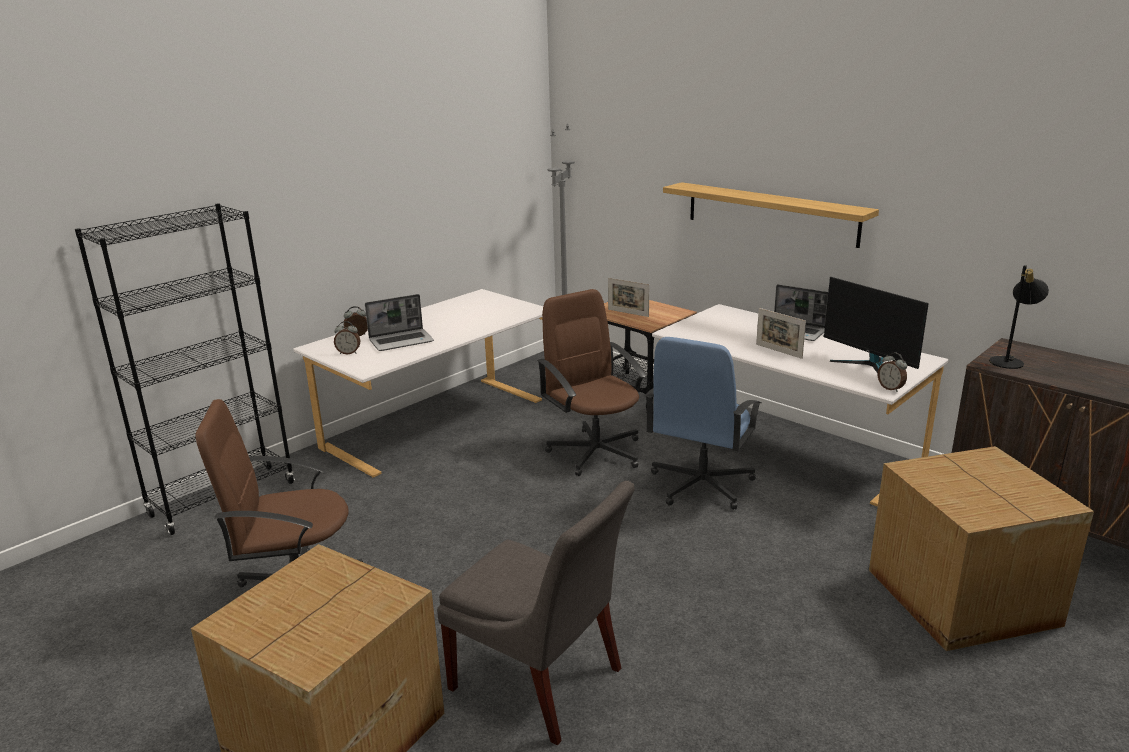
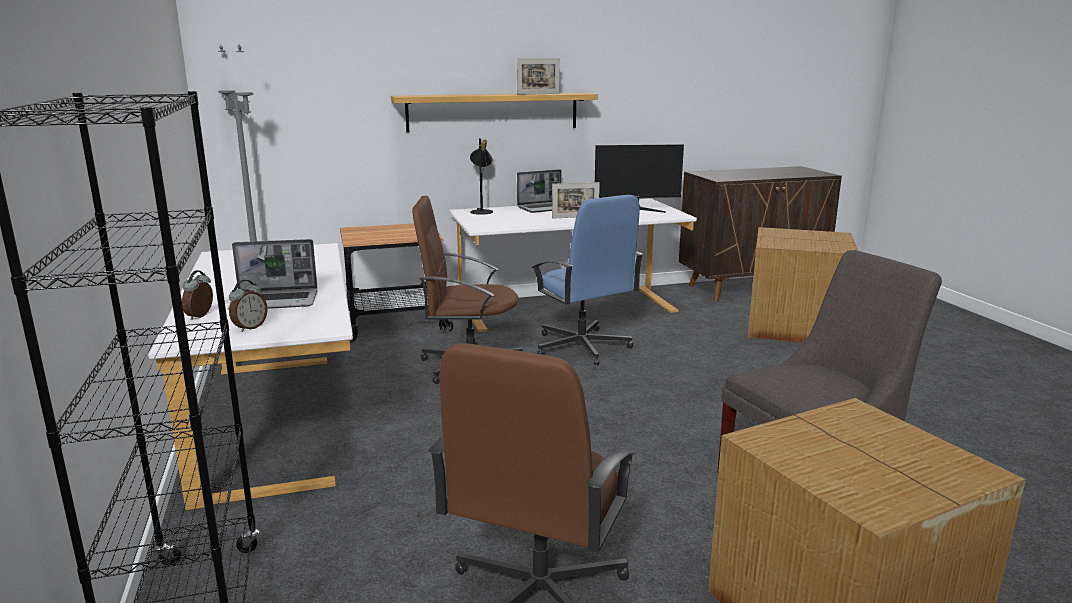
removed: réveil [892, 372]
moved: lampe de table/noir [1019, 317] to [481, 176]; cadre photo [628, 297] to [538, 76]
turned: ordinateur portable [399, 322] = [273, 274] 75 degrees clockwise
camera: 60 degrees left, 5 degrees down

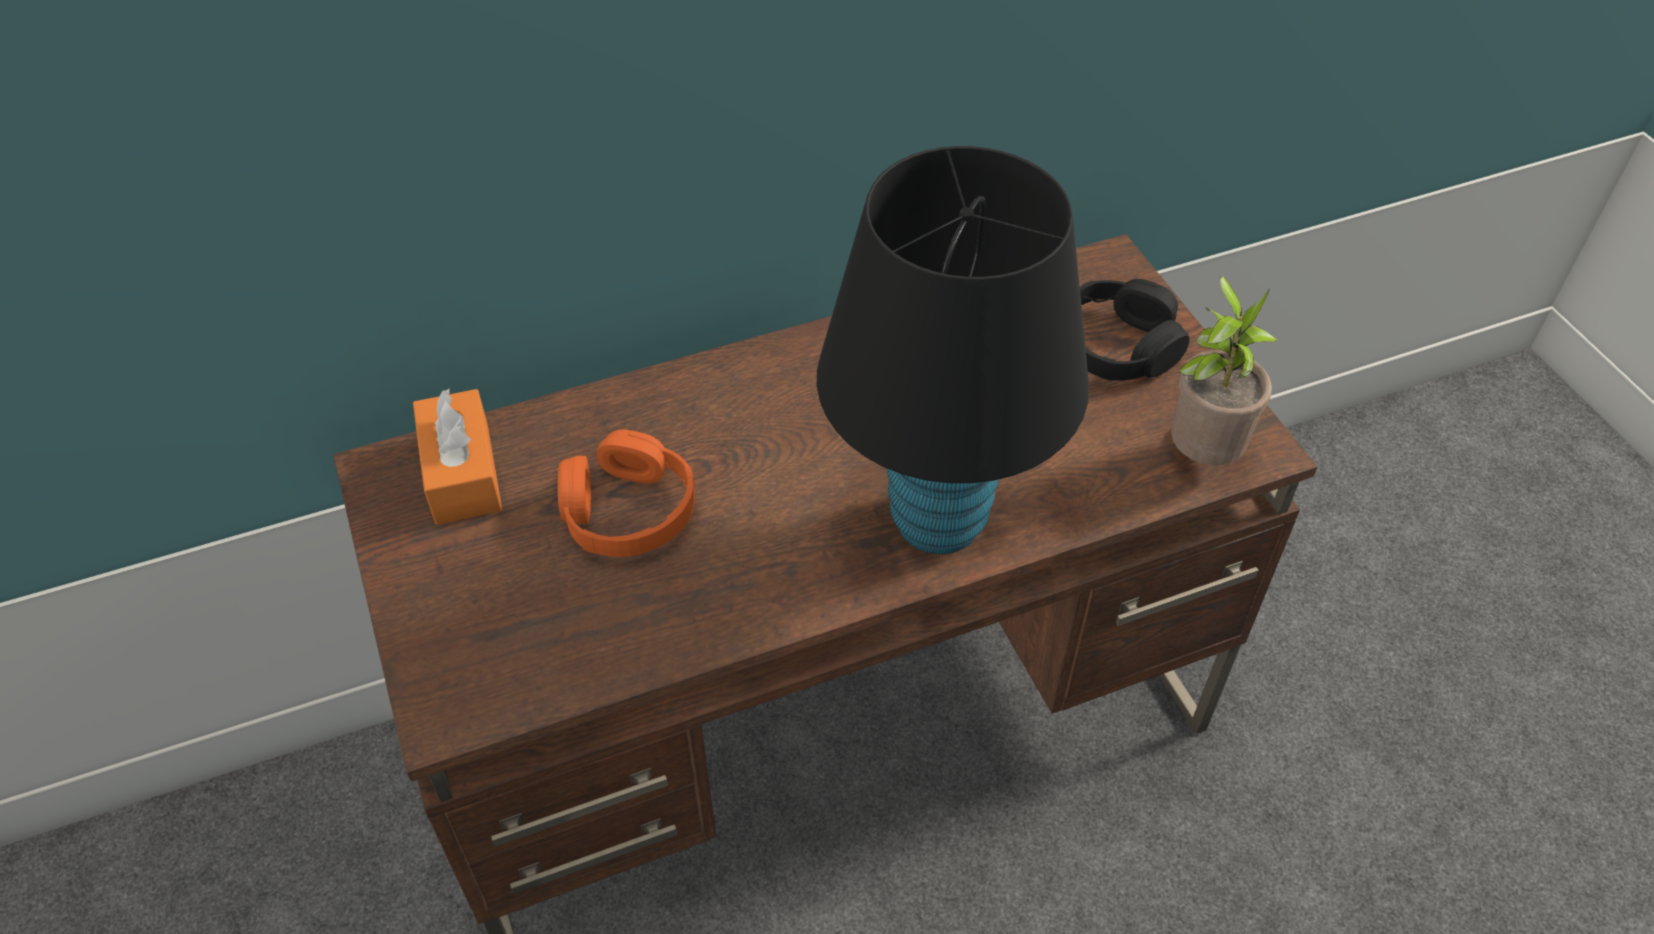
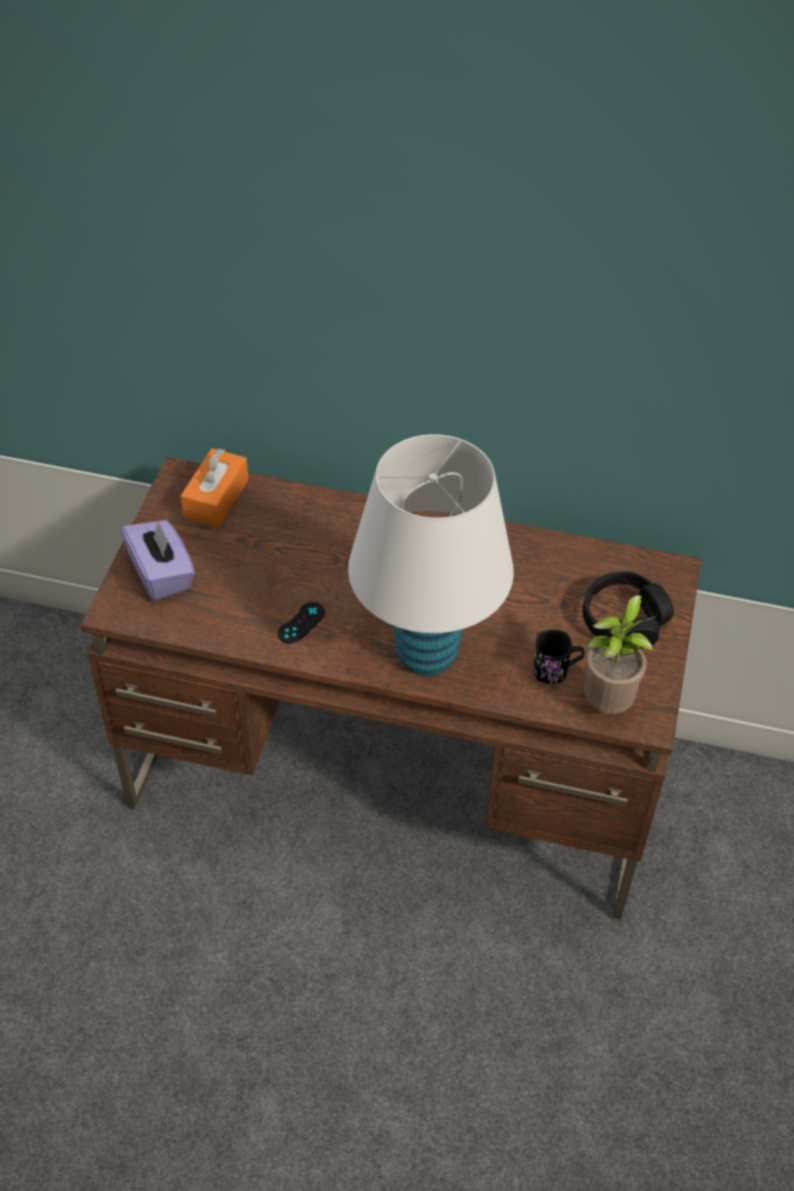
removed: casque audio/orange [626, 493]
added: boîte à mouchoirs/violet [158, 559]; manette/noir [301, 623]; mug/noir [558, 657]
recoloured: lampe de table/noir [953, 350] to lampe de table/blanc [431, 555]
camera: 35 degrees right, 0 degrees up

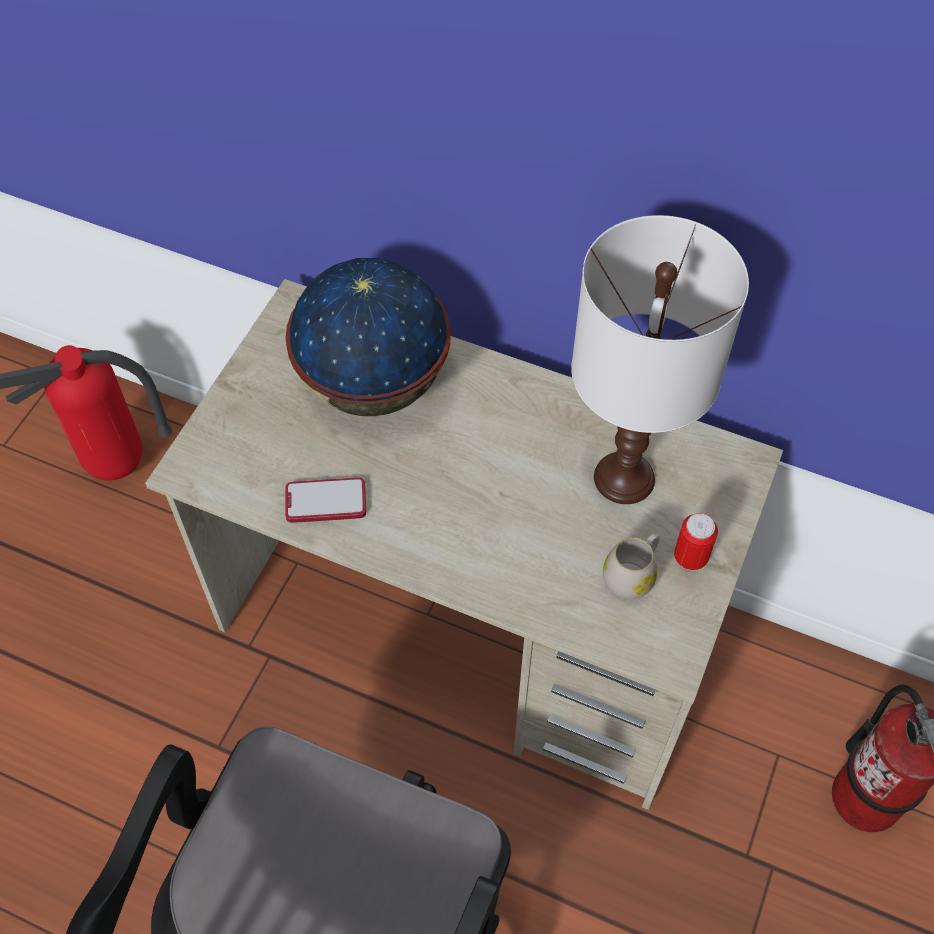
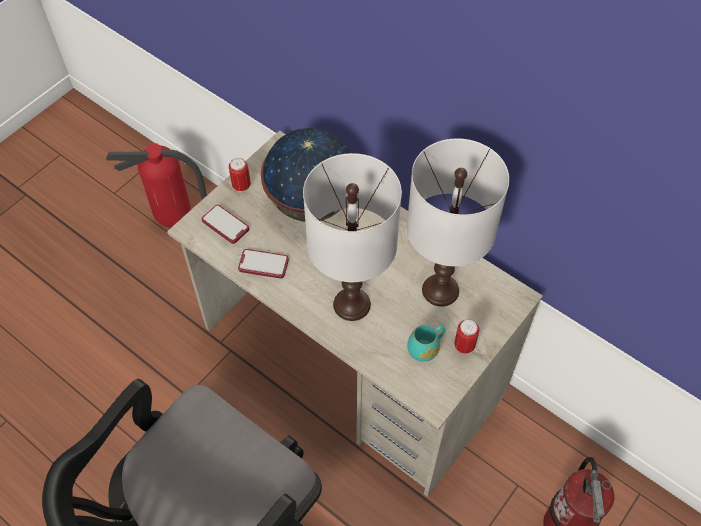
added: lampe de table/blanc [352, 237]; boîte métallique [240, 175]; téléphone [225, 224]
recoloured: mug/blanc [631, 566] to mug/turquoise [426, 343]
camera: 15 degrees right, 0 degrees up

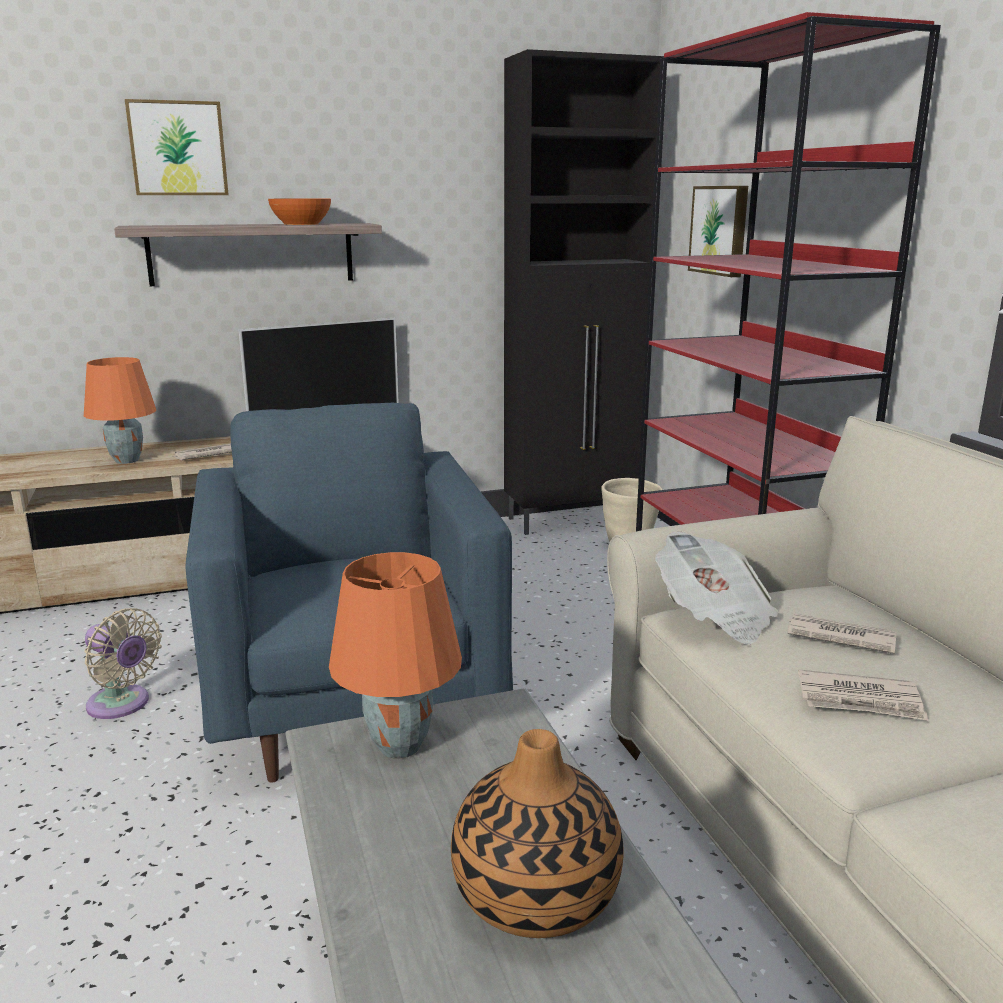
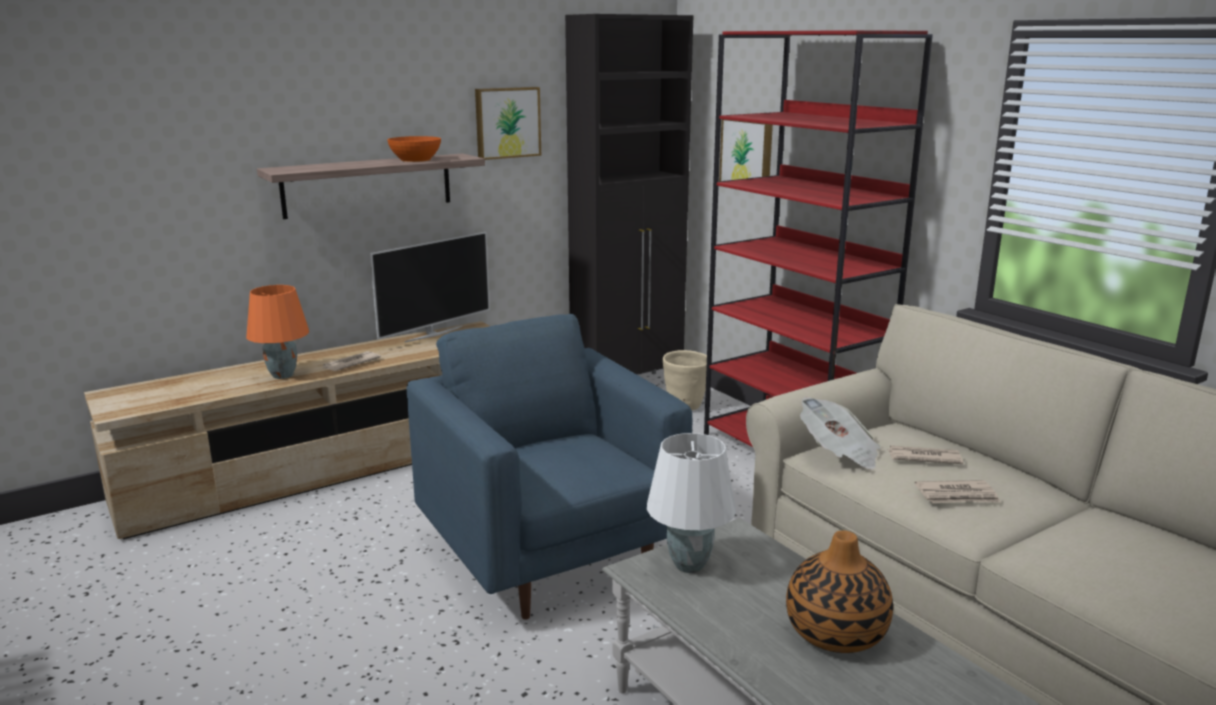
removed: ventilateur/beige [123, 663]
moved: tableau [177, 147] to [508, 123]
recoloured: lampe de table/orange [395, 655] to lampe de table/blanc [691, 503]
camera: 15 degrees left, 0 degrees up

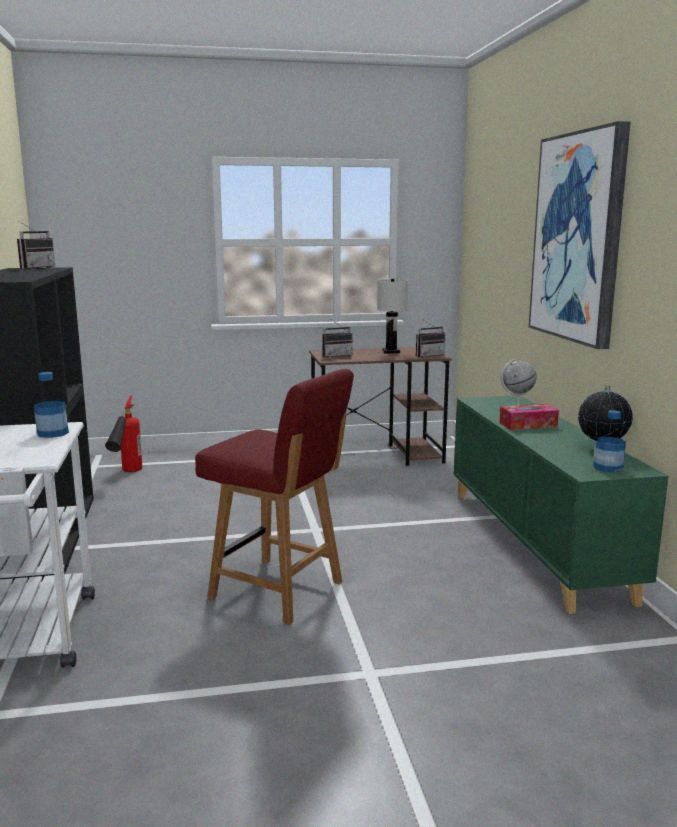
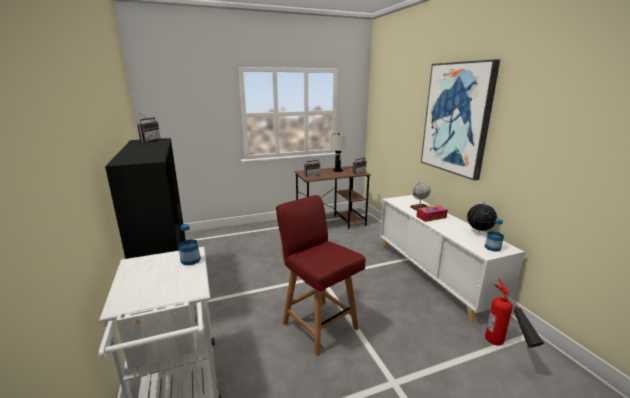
moved: extincteur [123, 433] to [514, 313]
recoloured: meuble de rangement/vert [561, 504] to meuble de rangement/blanc [452, 259]
turned: chaise/rouge [274, 497] = [321, 275] 150 degrees counterclockwise
camera: 10 degrees left, 5 degrees up

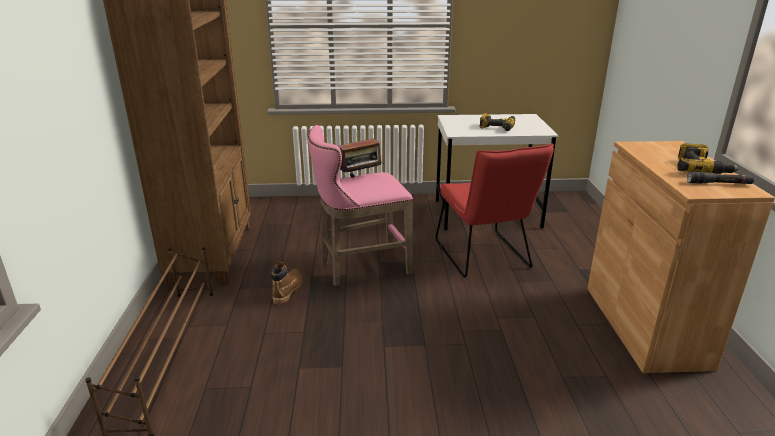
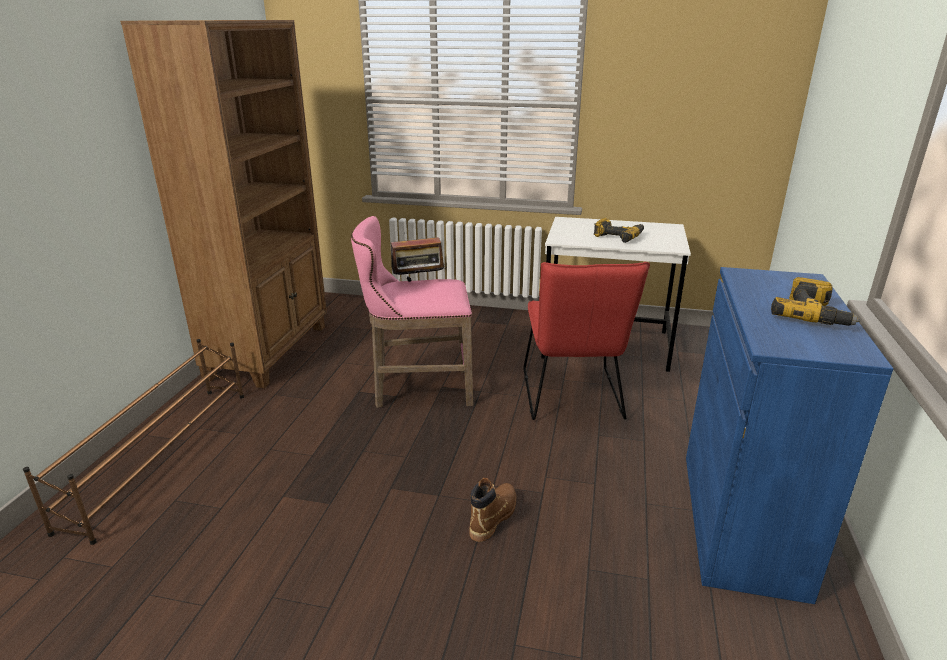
removed: lampe de poche/noir [720, 177]
moved: botte/marron [286, 283] to [492, 510]
recoloured: meuble de rangement/marron [681, 257] to meuble de rangement/bleu [790, 435]
camera: 15 degrees right, 0 degrees up

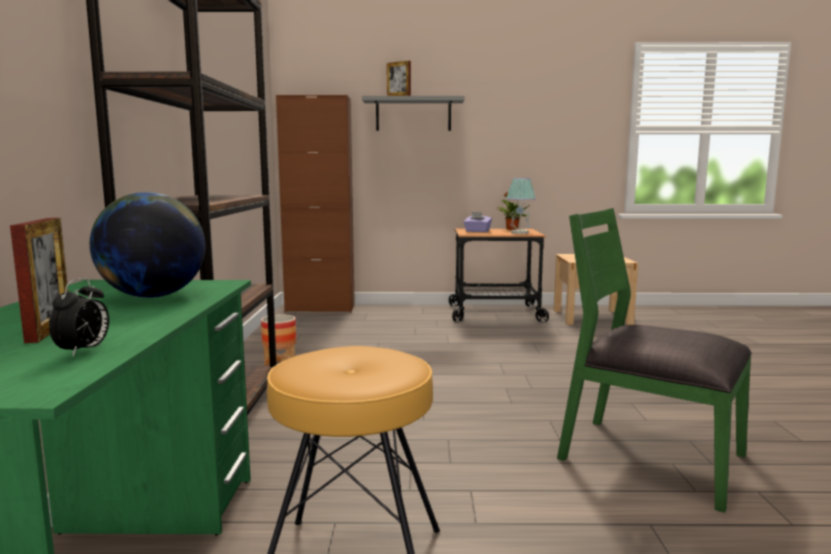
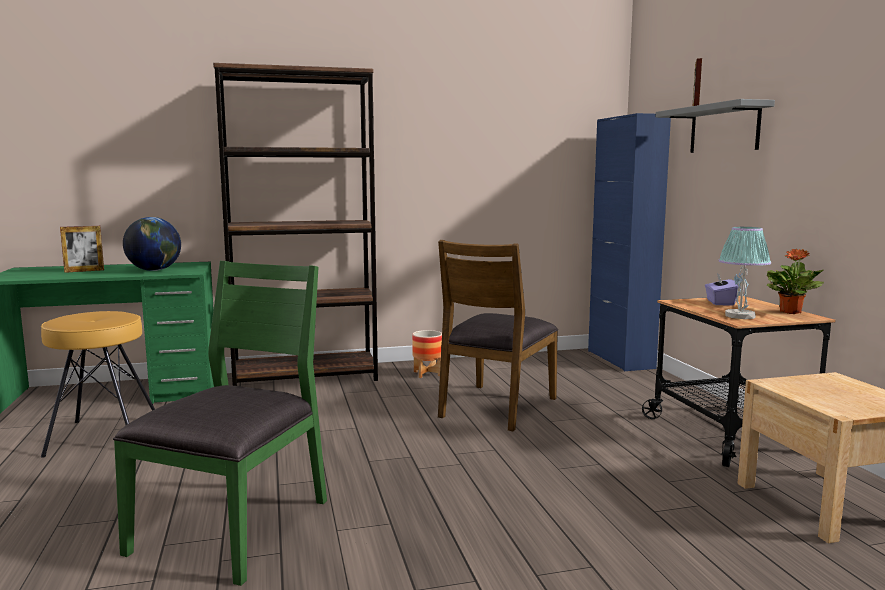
removed: réveil [79, 317]
added: chaise/marron [498, 335]
recoloured: meuble de rangement/marron [315, 203] to meuble de rangement/bleu [629, 242]
camera: 75 degrees right, 0 degrees up

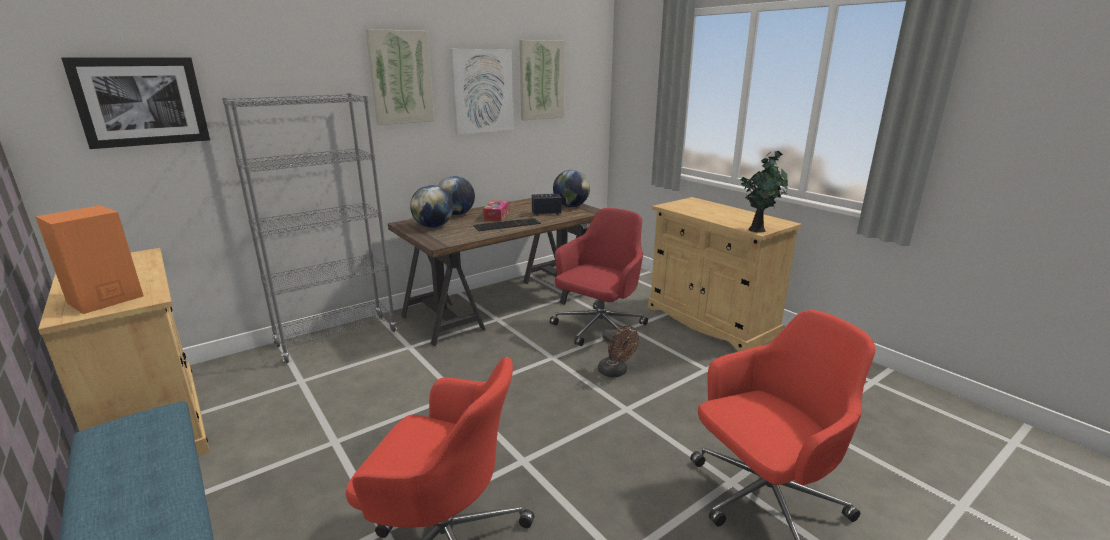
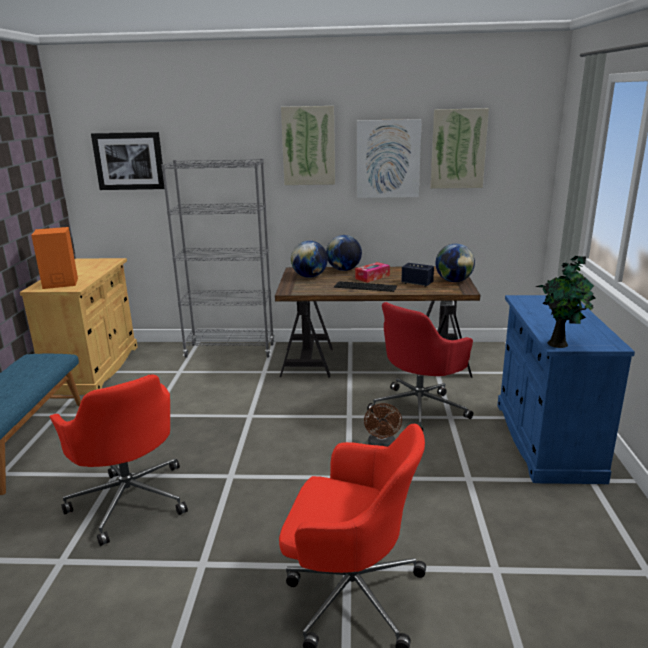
recoloured: meuble de rangement/beige [725, 274] to meuble de rangement/bleu [566, 389]
turned: chaise de bureau/rouge [598, 277] = [420, 366] 150 degrees clockwise
camera: 40 degrees right, 0 degrees up

